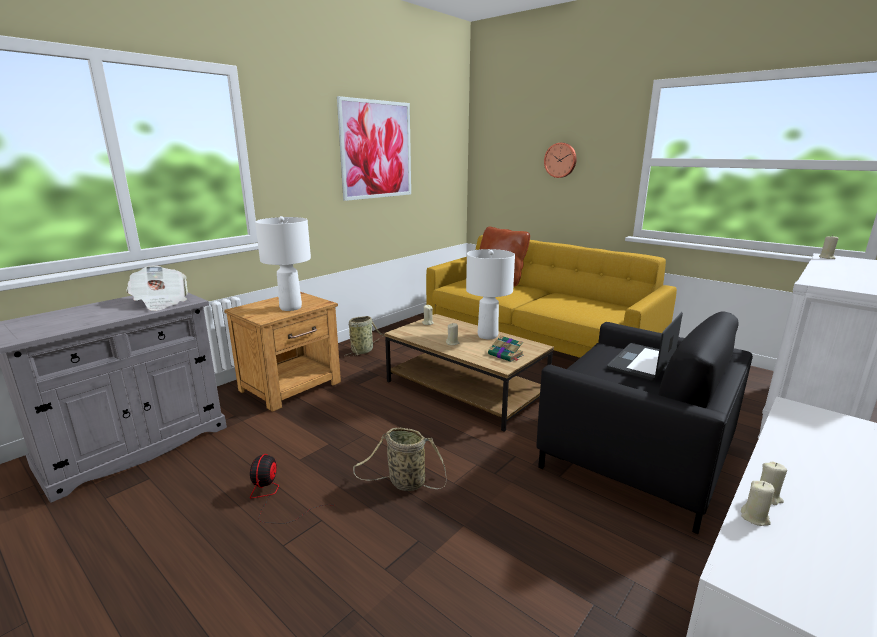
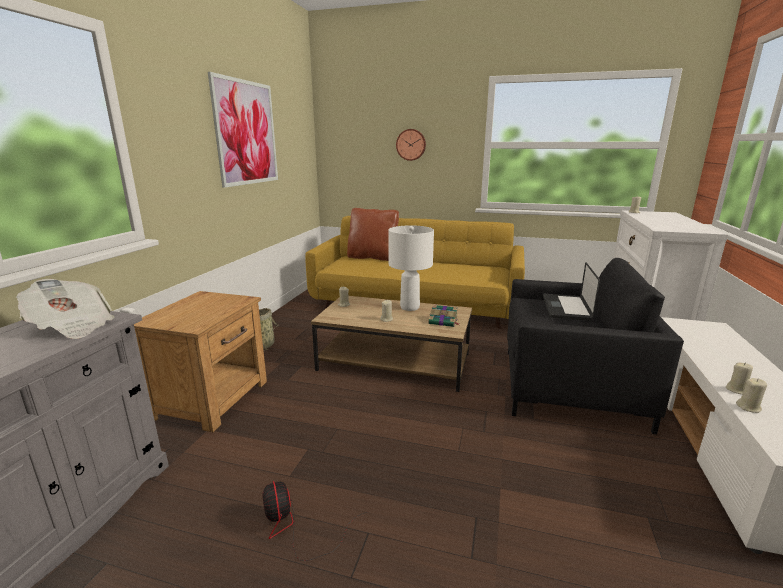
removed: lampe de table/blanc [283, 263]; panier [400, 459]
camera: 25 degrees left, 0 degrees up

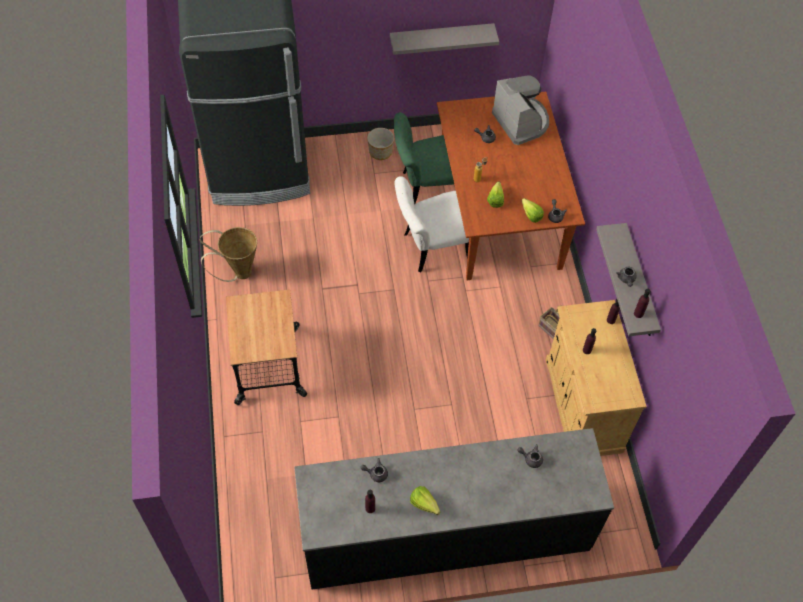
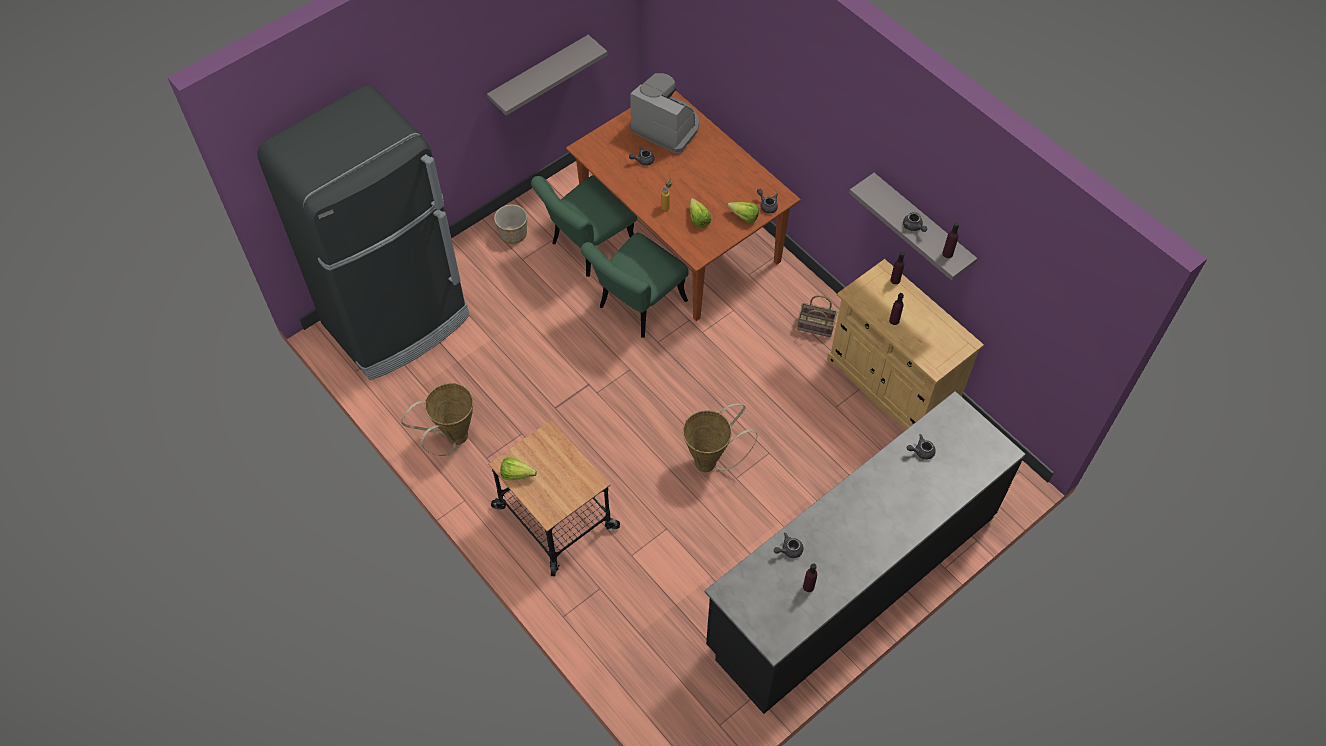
added: panier [720, 437]
moved: laitue [425, 500] to [518, 468]
recoloured: chaise/blanc [431, 224] to chaise/vert [635, 285]
camera: 30 degrees left, 0 degrees up

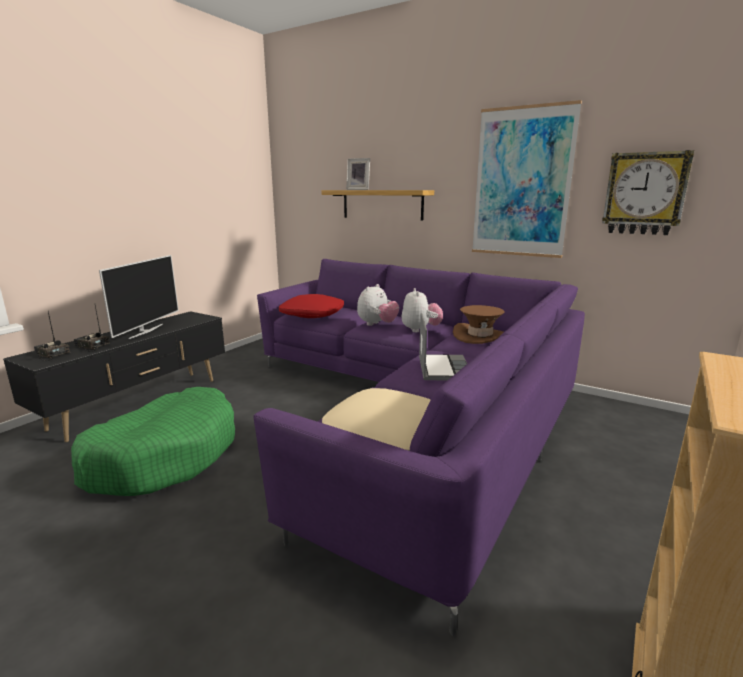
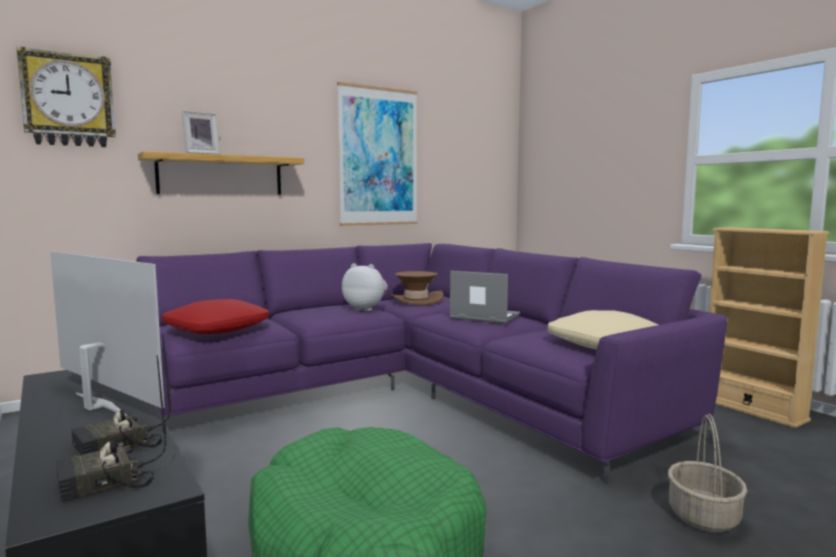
removed: peluche [378, 305]
added: panier [708, 472]
moved: horloge murale [648, 192] to [66, 97]
camera: 65 degrees left, 10 degrees down

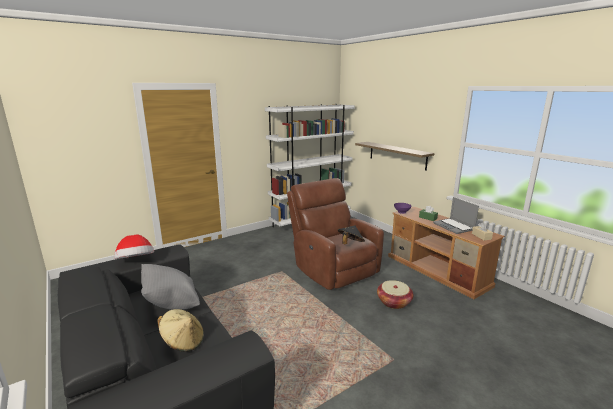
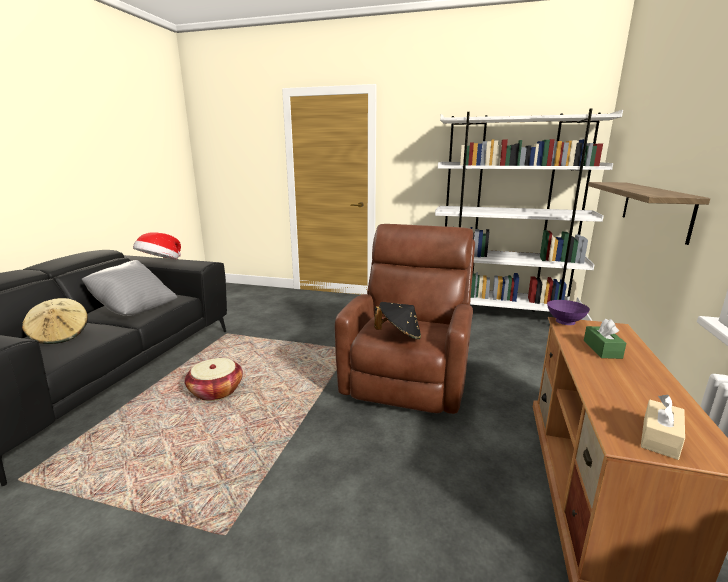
removed: ordinateur portable [456, 215]
moved: panier [395, 294] to [214, 379]
camera: 50 degrees right, 0 degrees up

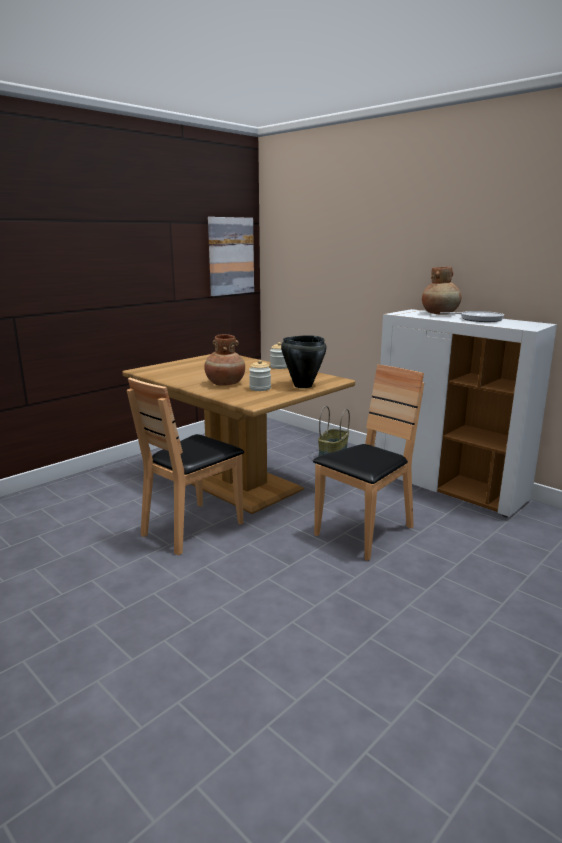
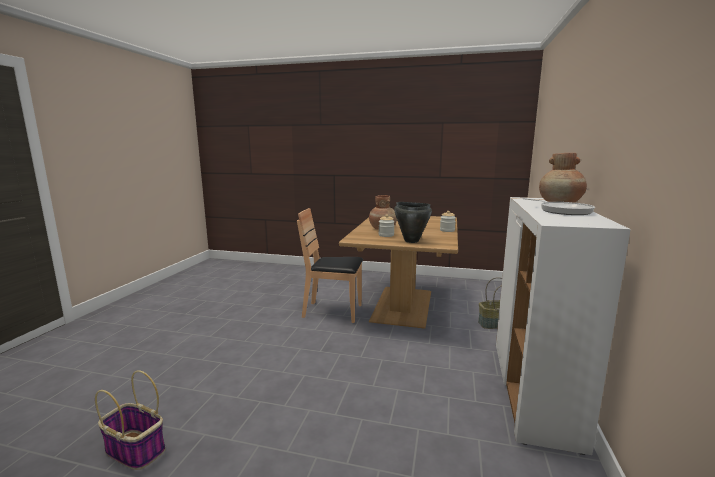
removed: tableau [231, 256]; chaise/marron [368, 462]
added: panier [130, 420]
camera: 60 degrees right, 5 degrees down

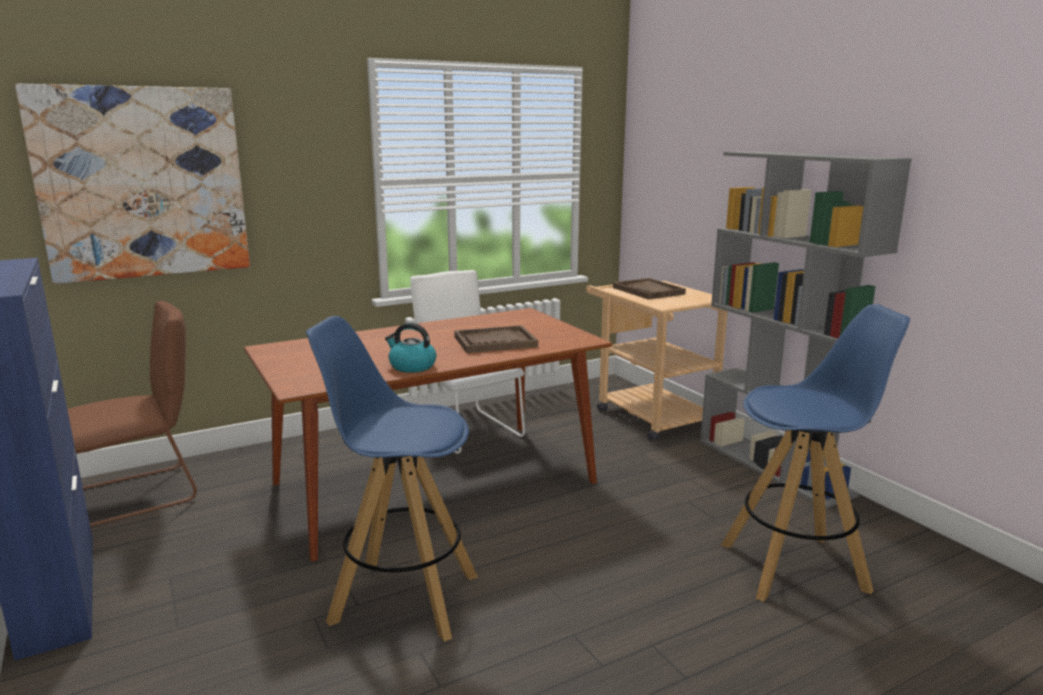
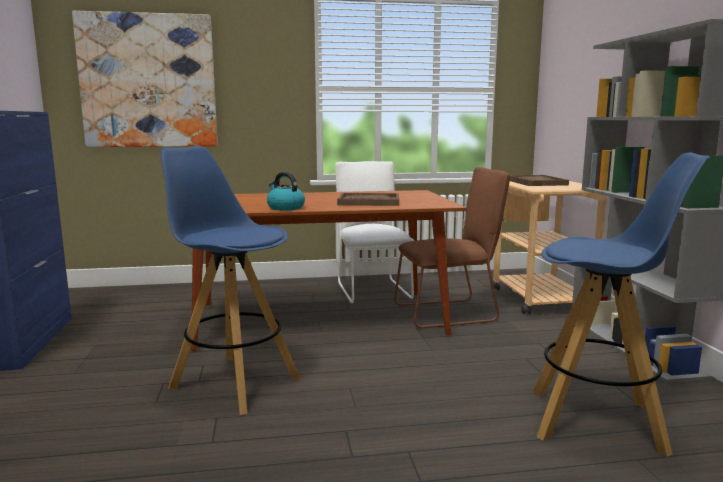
moved: chaise/marron [132, 414] to [452, 247]
camera: 20 degrees right, 5 degrees down

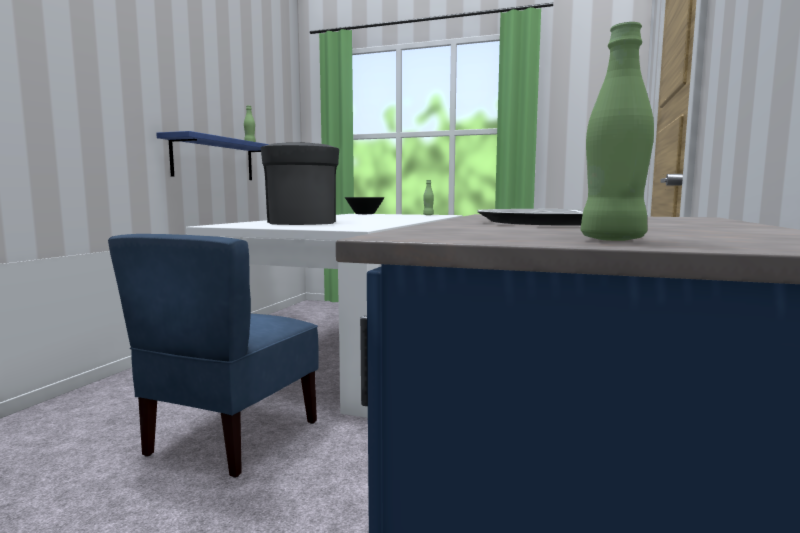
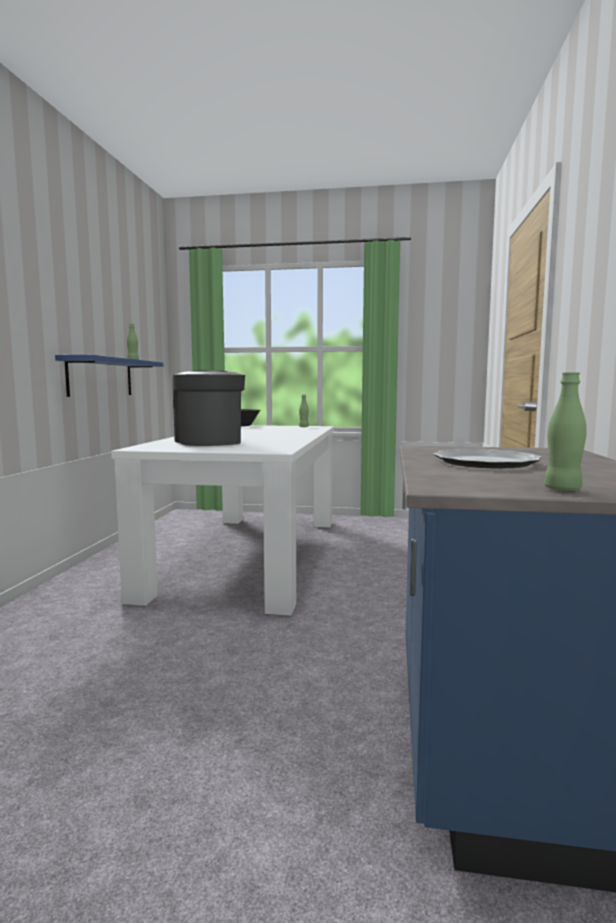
removed: chaise/bleu [213, 356]
camera: 10 degrees left, 0 degrees up

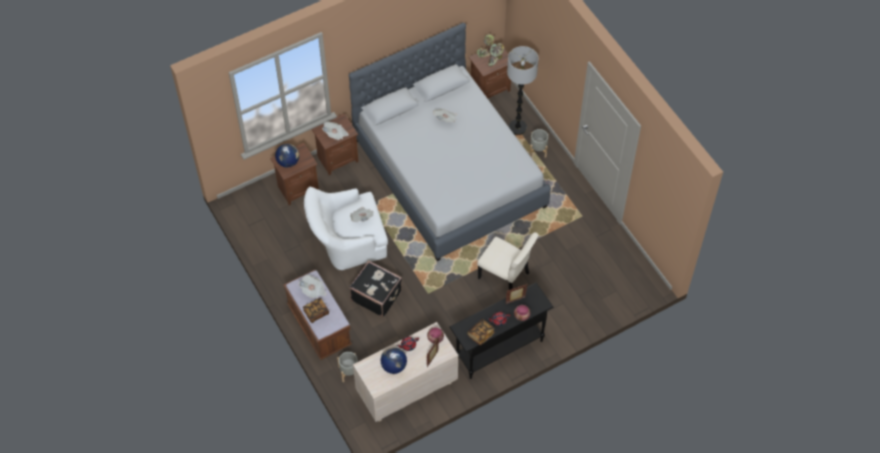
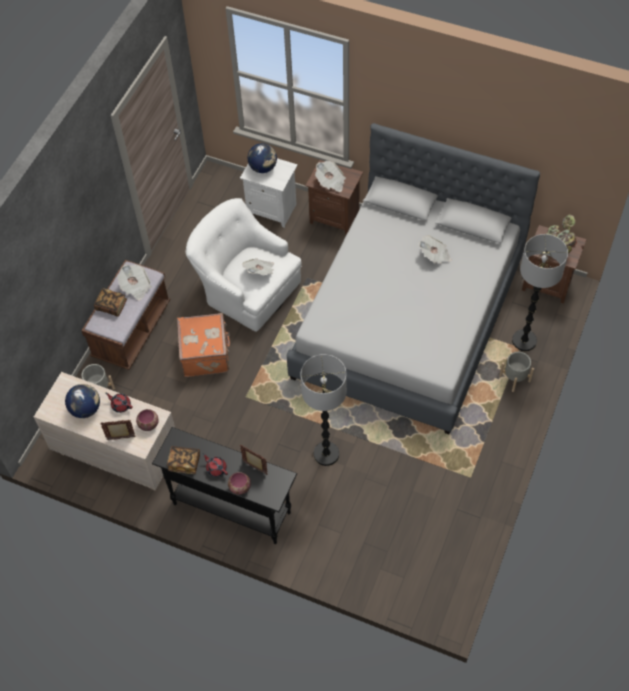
replaced: chaise/beige [507, 261] to lampadaire [324, 410]
recoloured: table de chevet/marron [294, 174] to table de chevet/blanc [269, 193]; valise/noir [375, 288] to valise/orange [203, 345]
camera: 55 degrees right, 0 degrees up

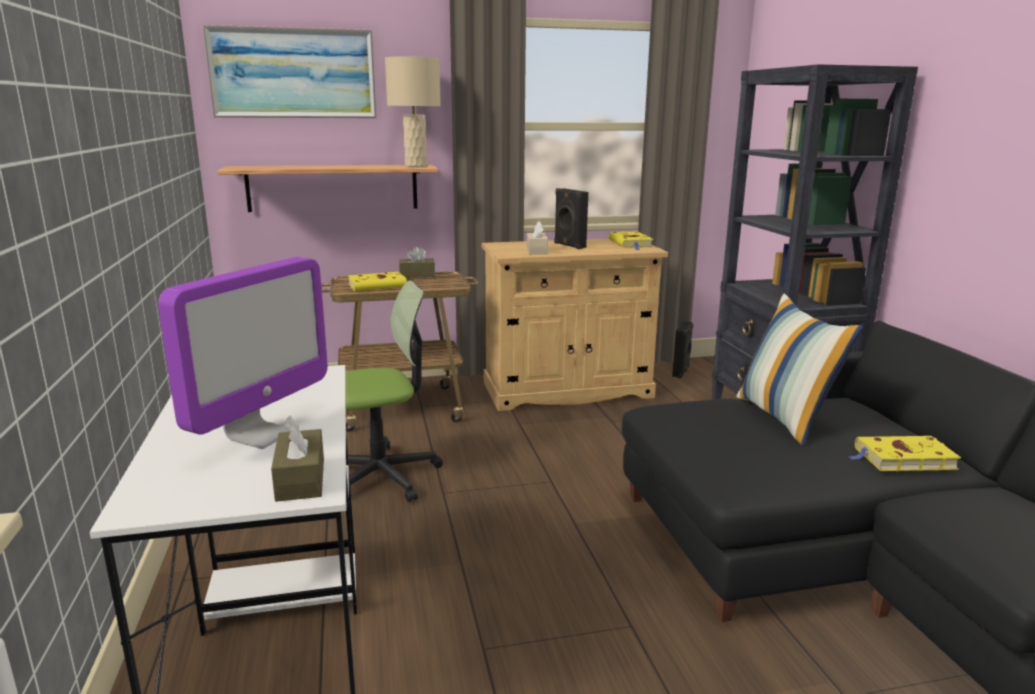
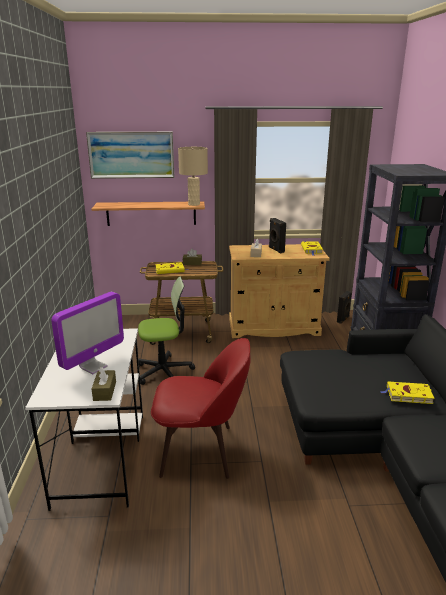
removed: coussin [800, 370]
added: chaise/rouge [201, 408]
camera: 10 degrees right, 5 degrees up

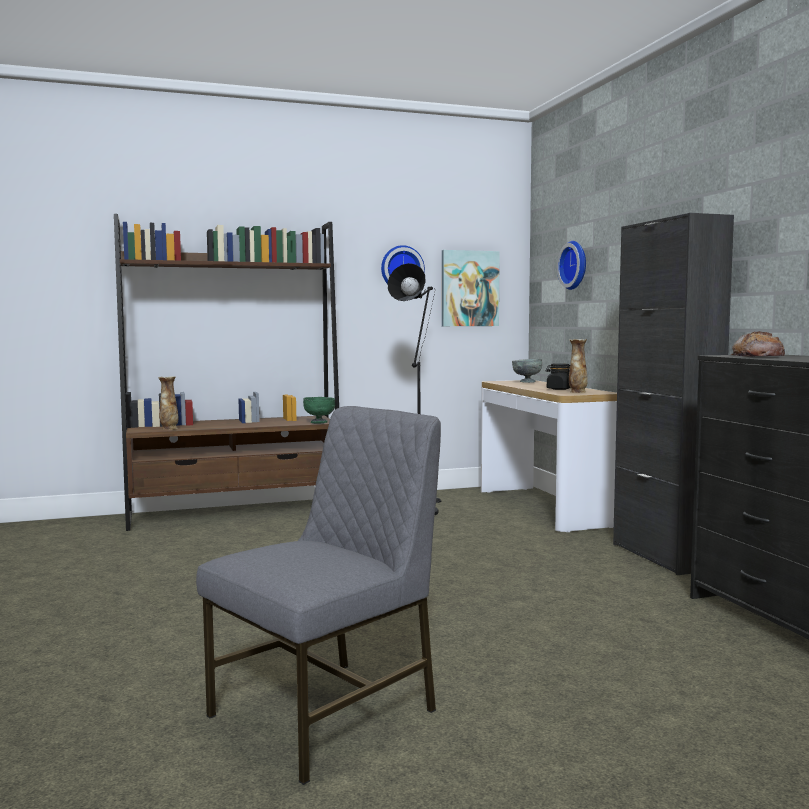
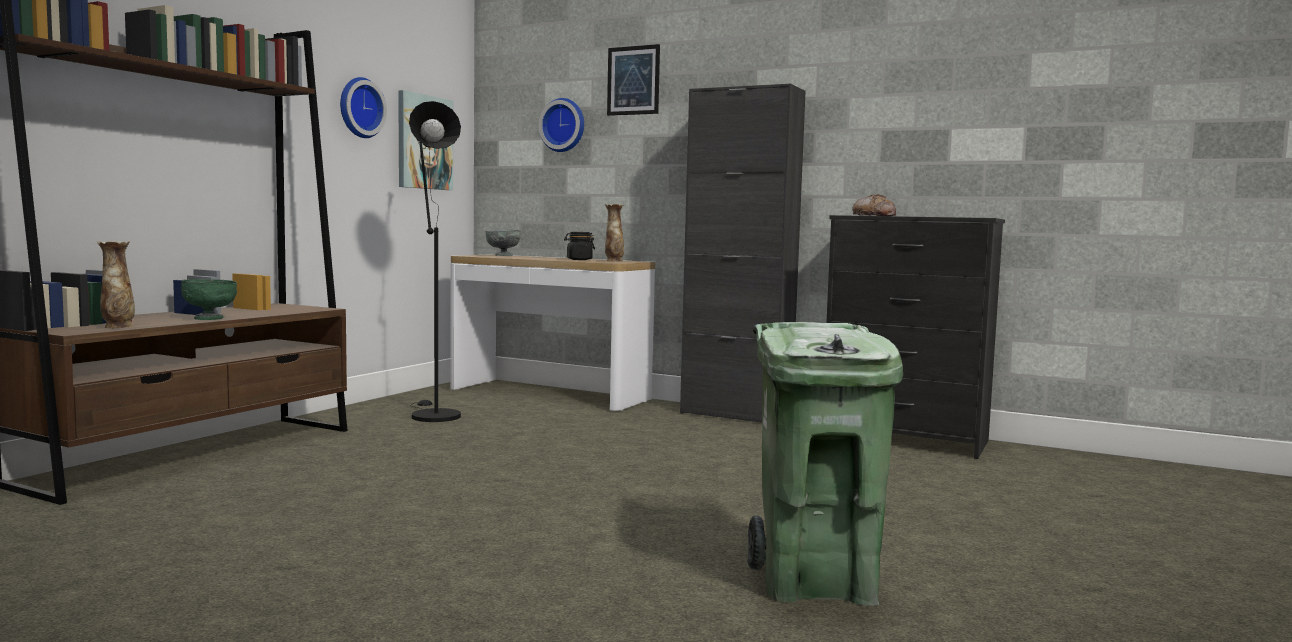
added: tableau [633, 80]
moved: bol/vert [319, 410] to [209, 299]
replaced: chaise/gris [318, 595] to poubelle/vert [825, 464]
camera: 45 degrees left, 0 degrees up

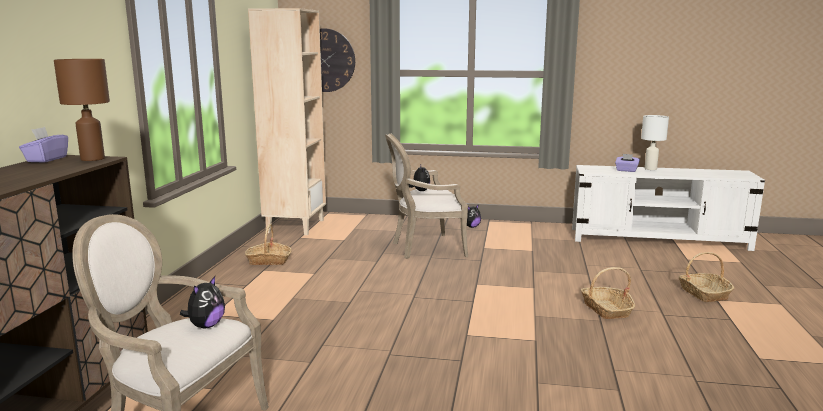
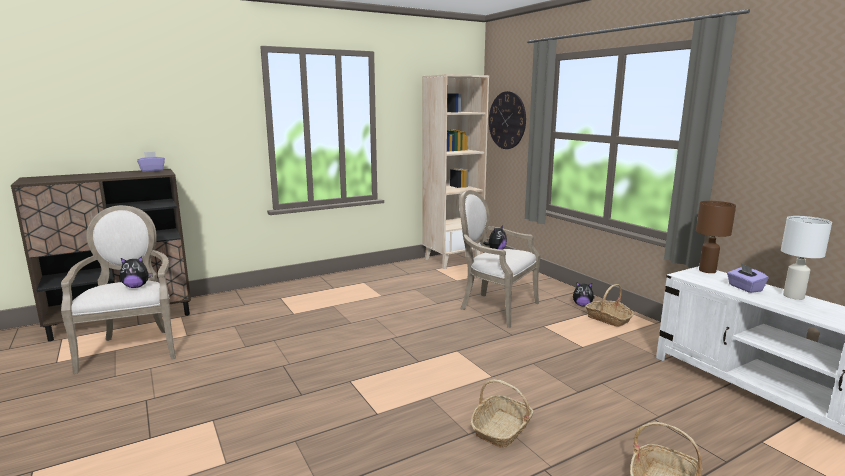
moved: lampe de table/marron [82, 110] to [716, 237]; panier [268, 244] to [609, 305]
camera: 50 degrees right, 0 degrees up

